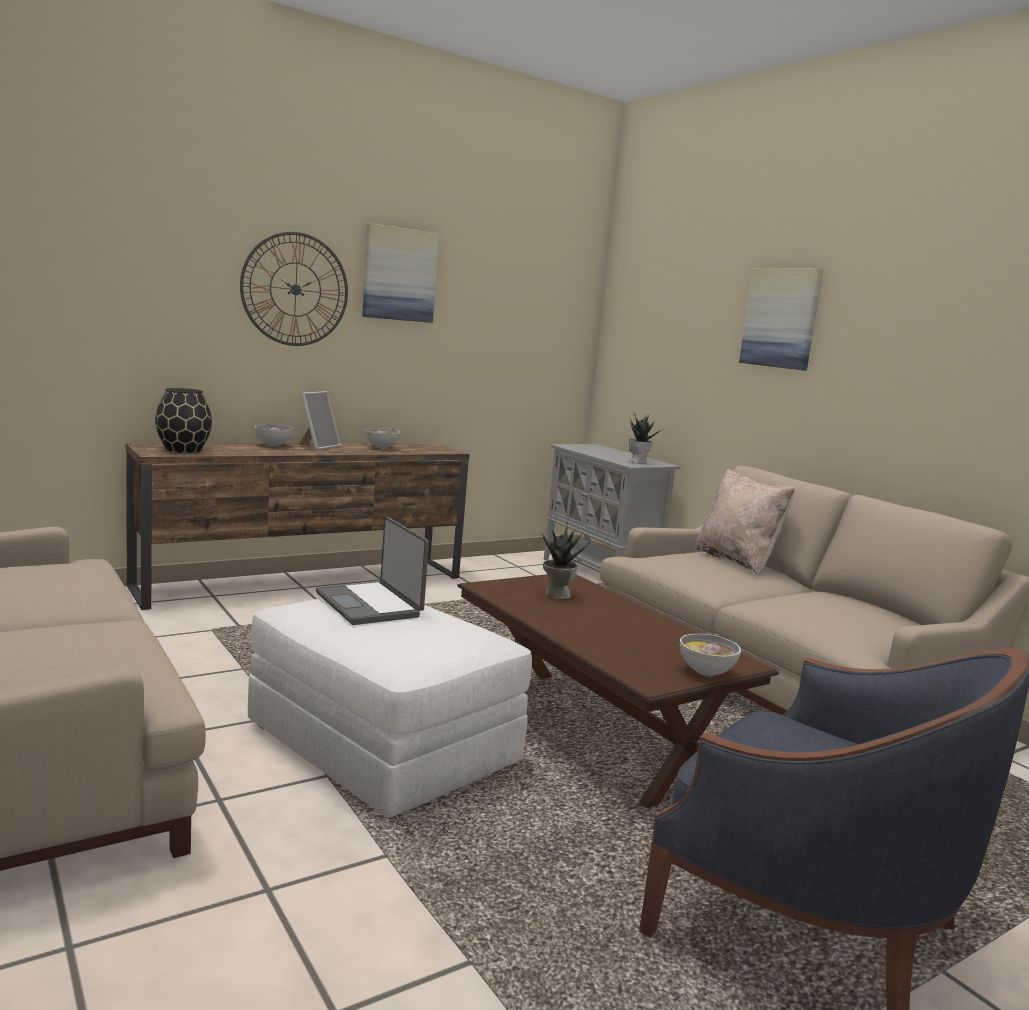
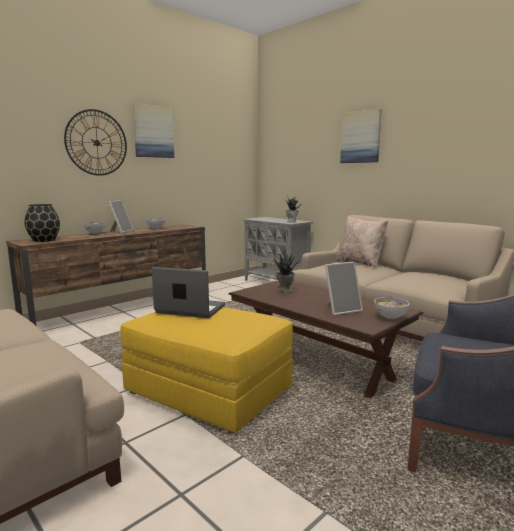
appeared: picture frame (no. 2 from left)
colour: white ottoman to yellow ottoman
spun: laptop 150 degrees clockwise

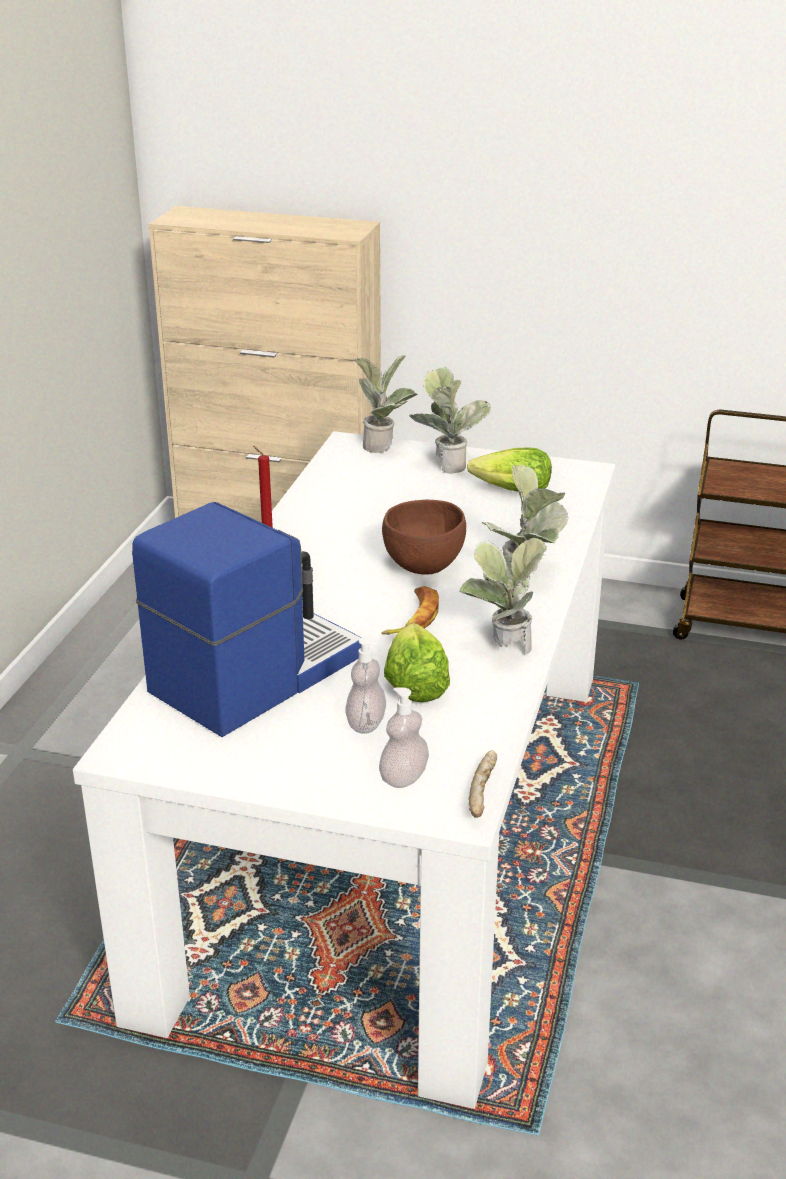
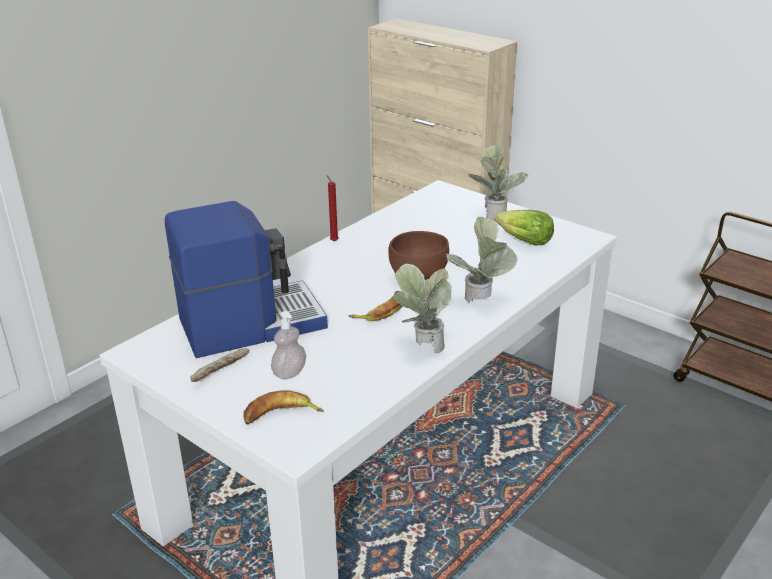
missing: potted plant (no. 1 from left); lettuce (no. 1 from left)
relocated: bread
exchanged: soap dispenser (no. 2 from left) to banana (no. 1 from left)

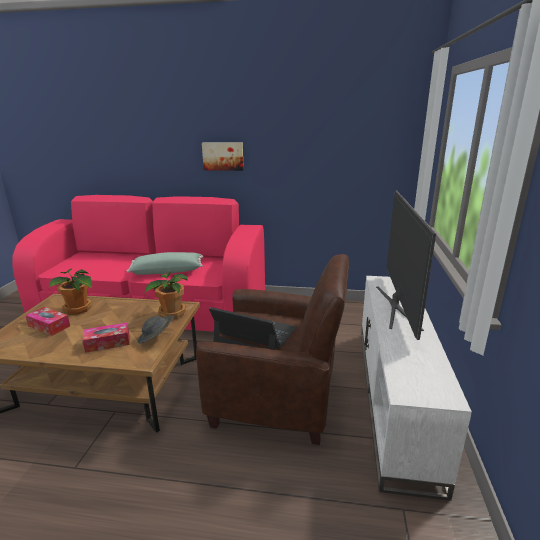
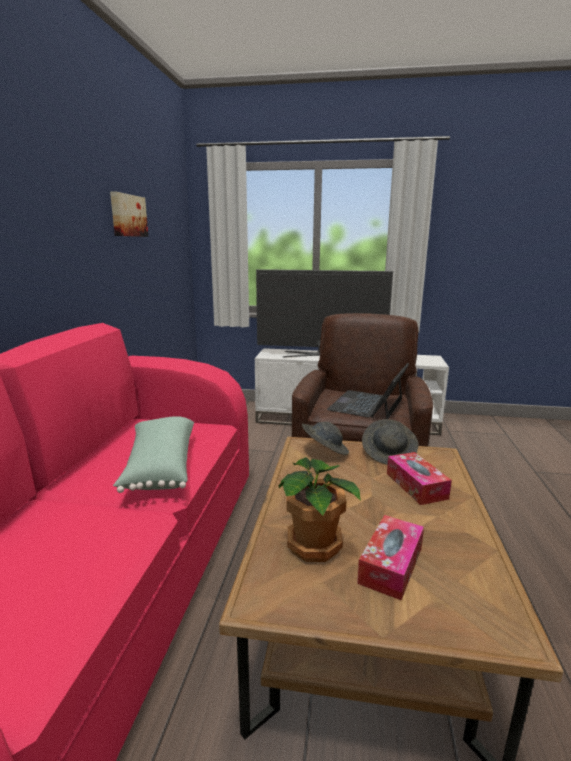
relocated: picture
exchanged: potted plant (no. 2 from left) to grey hat (no. 1 from left)

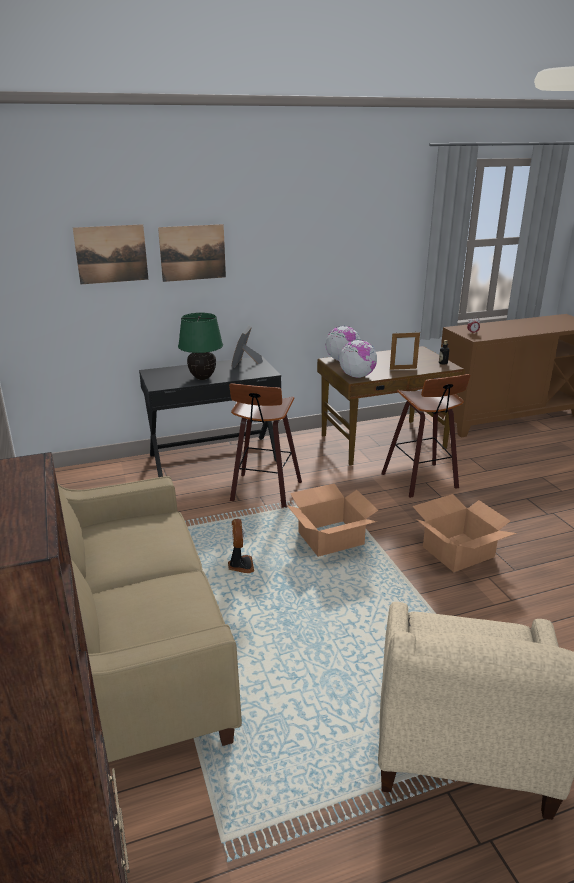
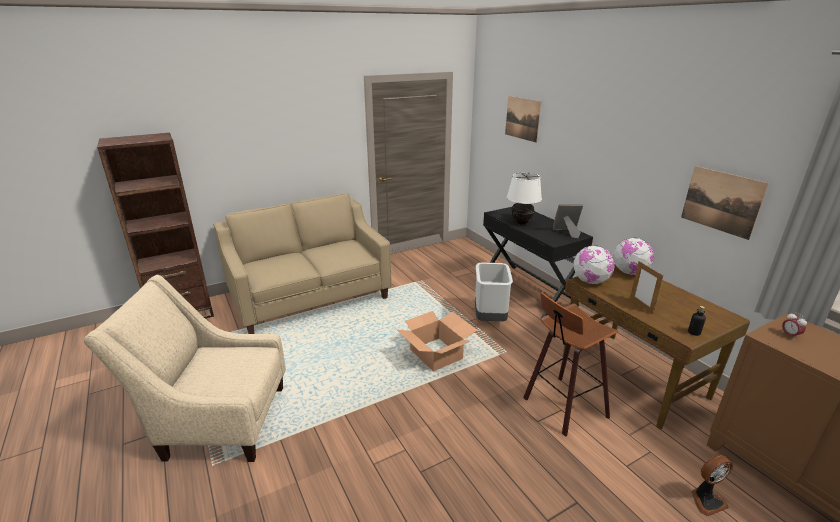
missing: cardboard box (no. 2 from left)
relocated: picture (no. 2 from left); fan
exchanged: stool (no. 1 from left) to grey trash can
colour: green table lamp to white table lamp

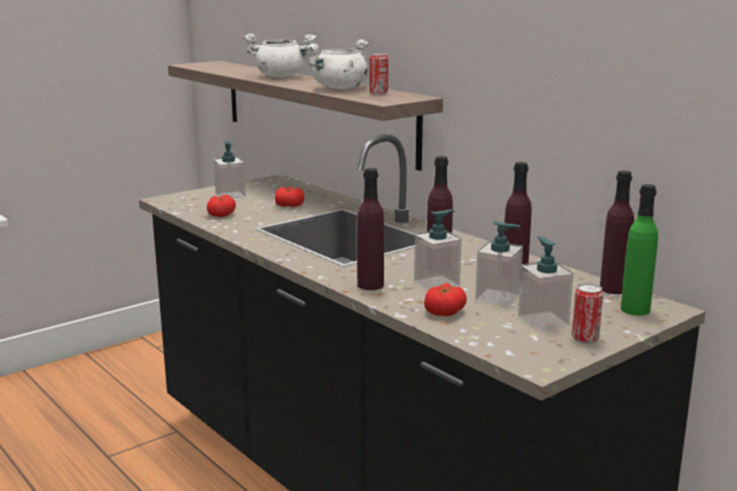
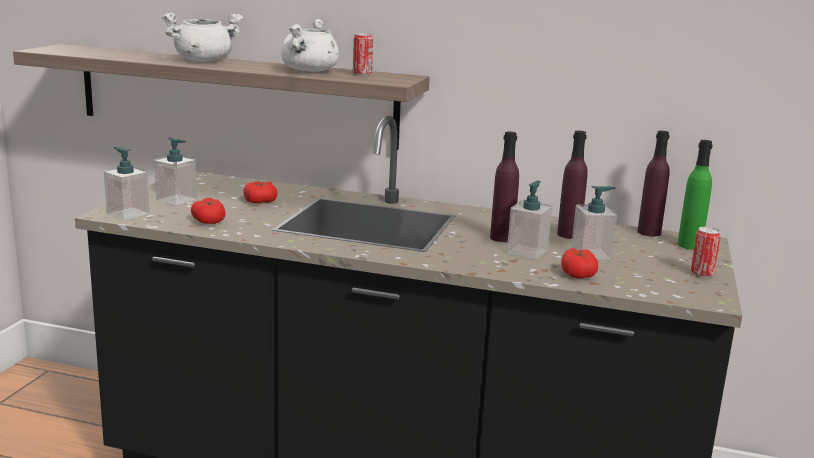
missing: purple bottle (no. 1 from left)
relocated: soap dispenser (no. 4 from left in the first image) to soap dispenser (no. 1 from left)

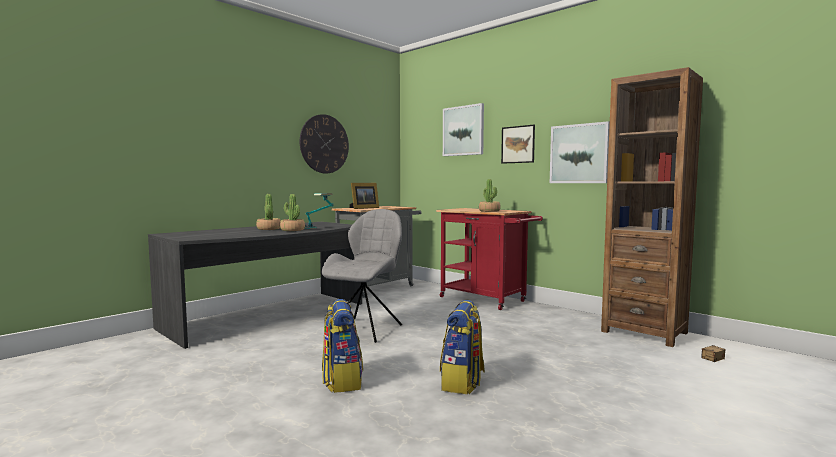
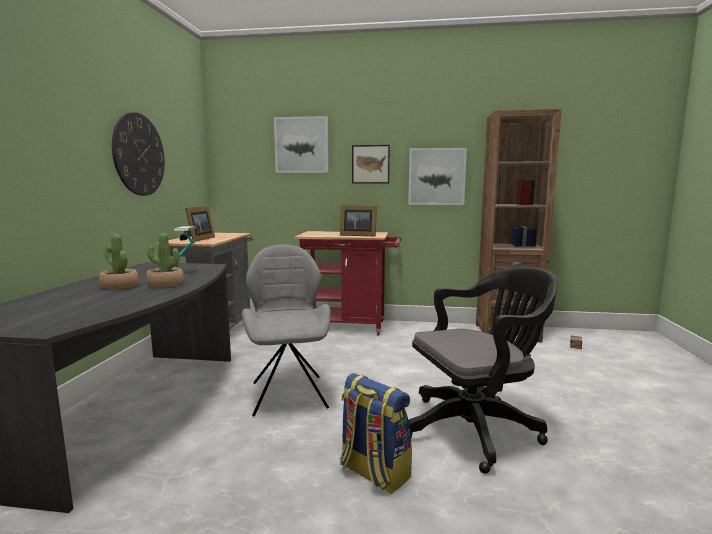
exchanged: backpack (no. 2 from left) to black office chair; potted plant (no. 3 from left) to picture frame (no. 2 from left)

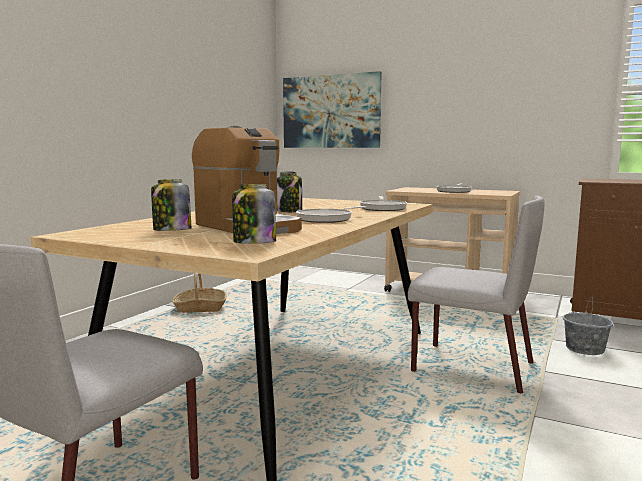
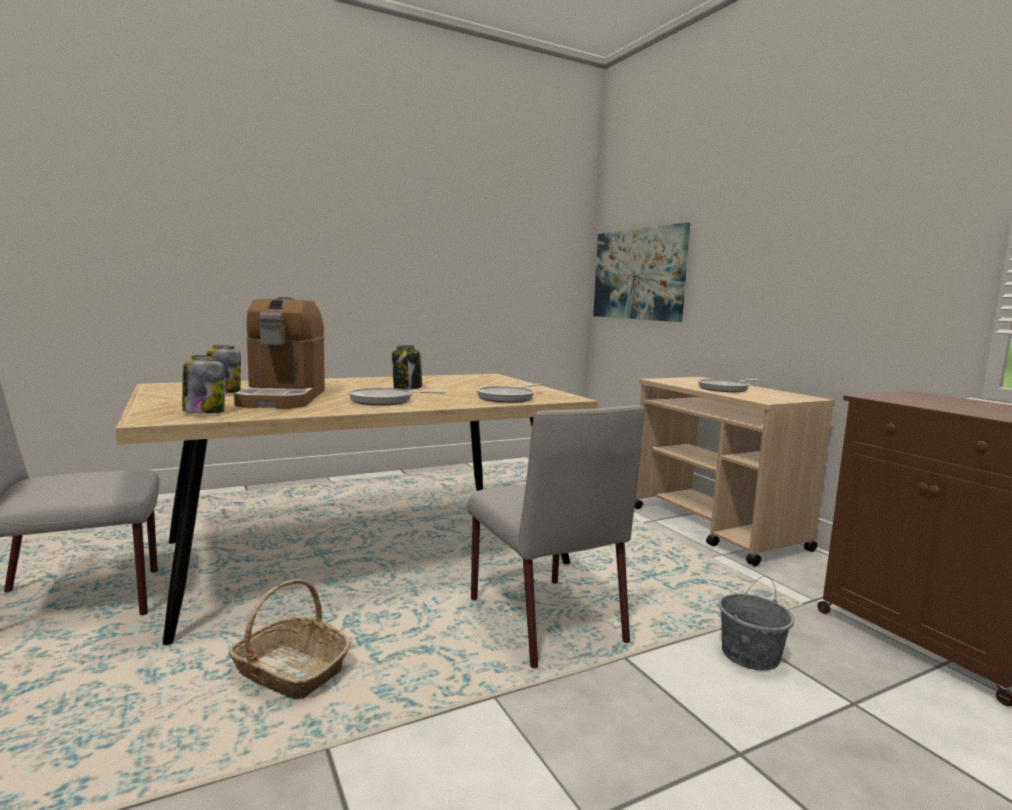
relocated: basket

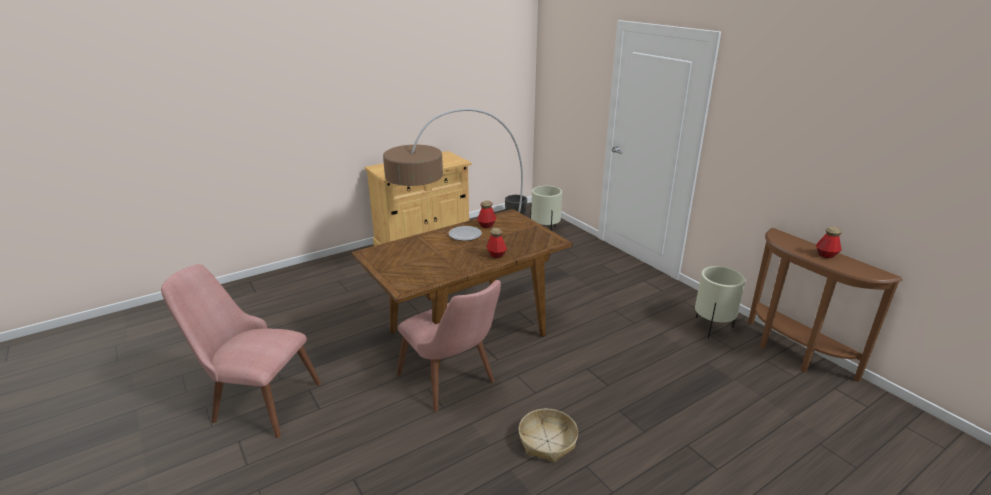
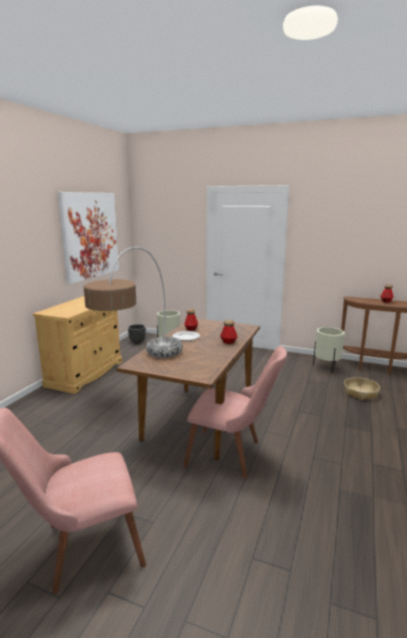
appeared: picture; bowl
relocated: basket

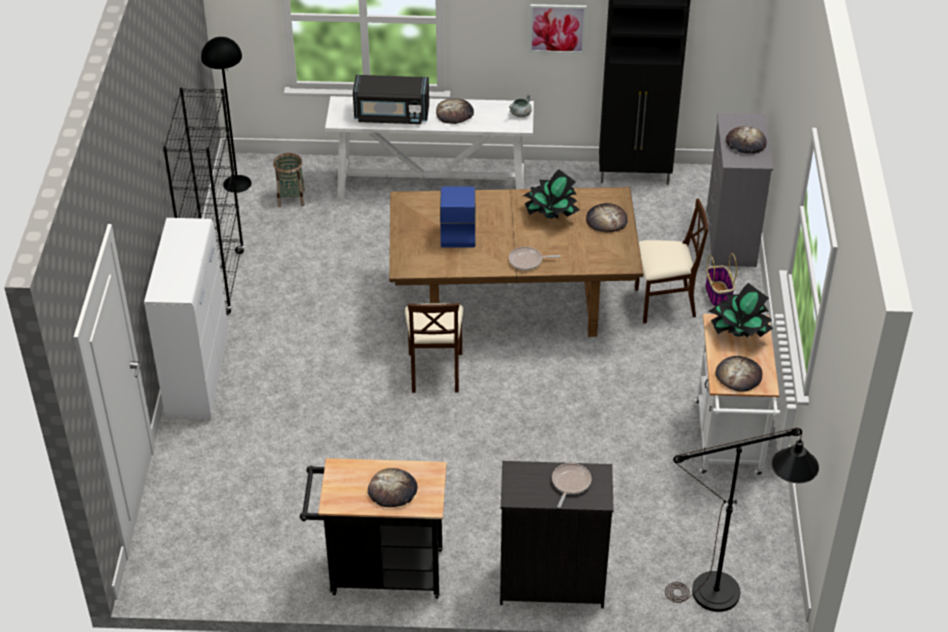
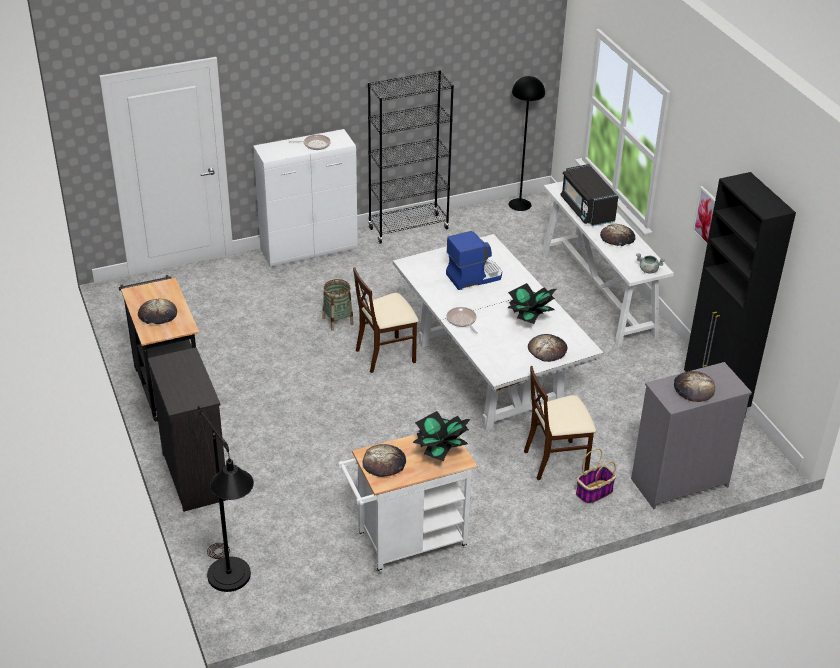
relocated: basket (no. 1 from left); frying pan (no. 2 from left in the first image) to frying pan (no. 1 from left)
colour: brown dining table to white dining table
spun: beige chair (no. 2 from left) 105 degrees clockwise

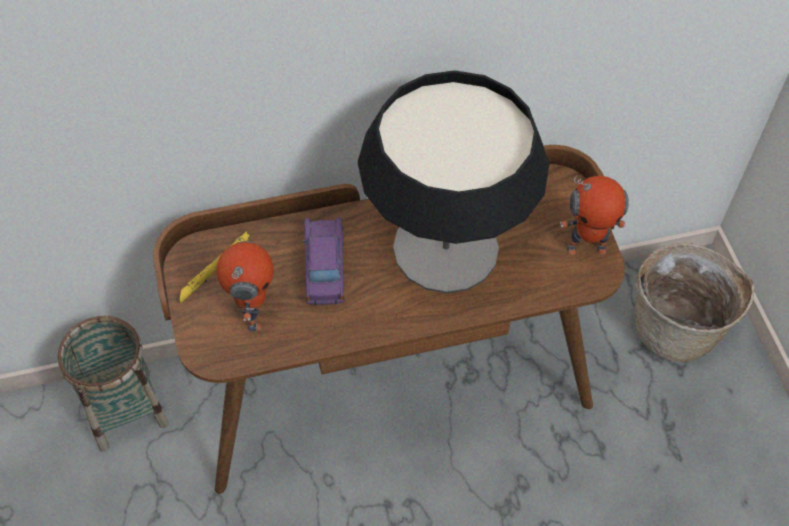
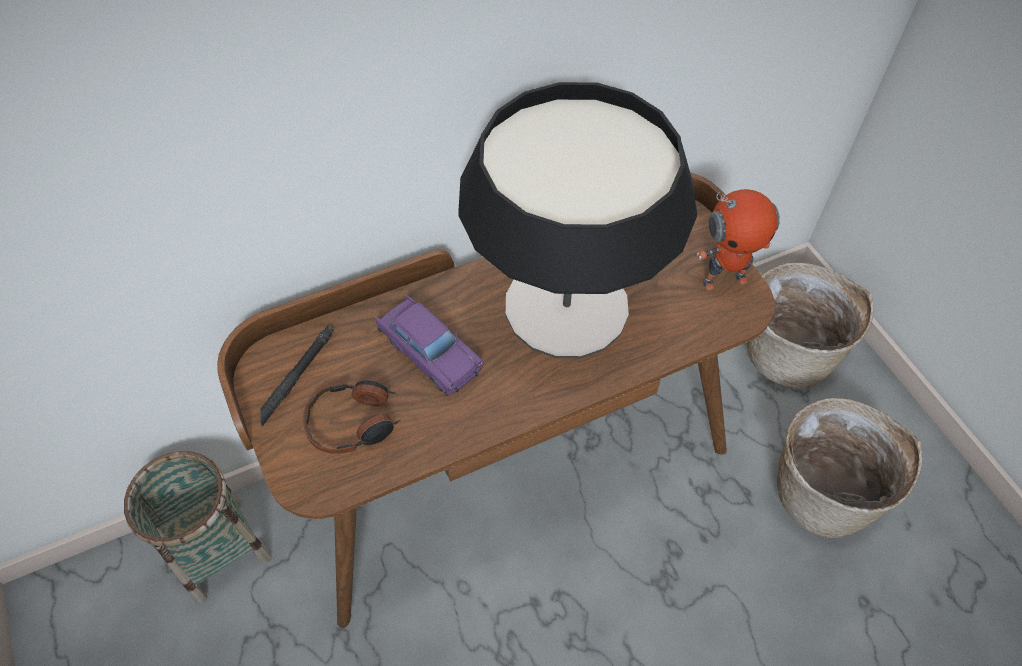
appeared: basket (no. 3 from left)
exchanged: toy robot (no. 1 from left) to headphones
colour: yellow flashlight to black flashlight
spun: purple toy car 150 degrees clockwise

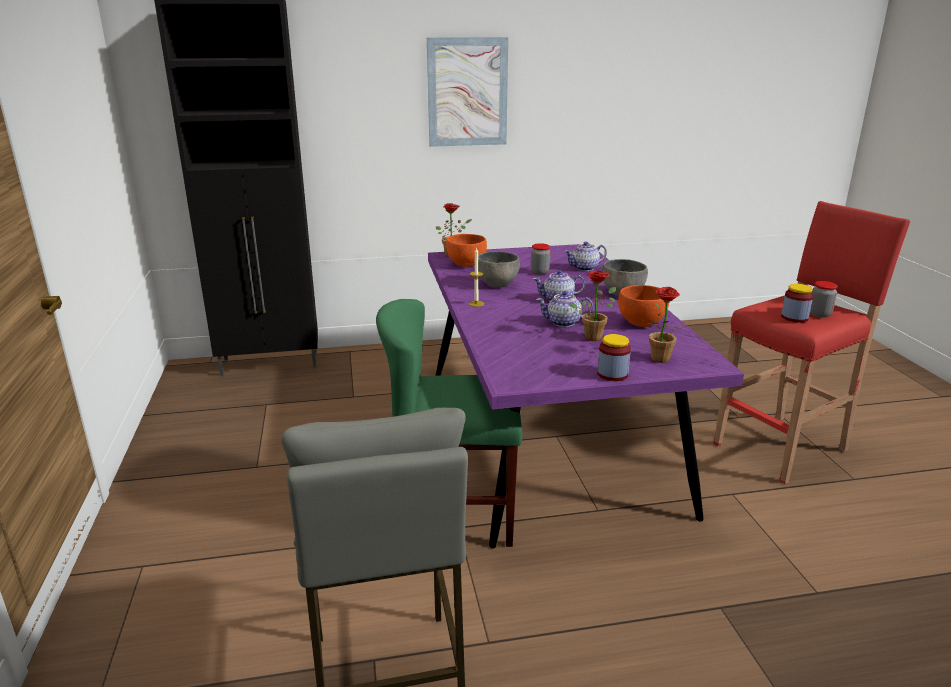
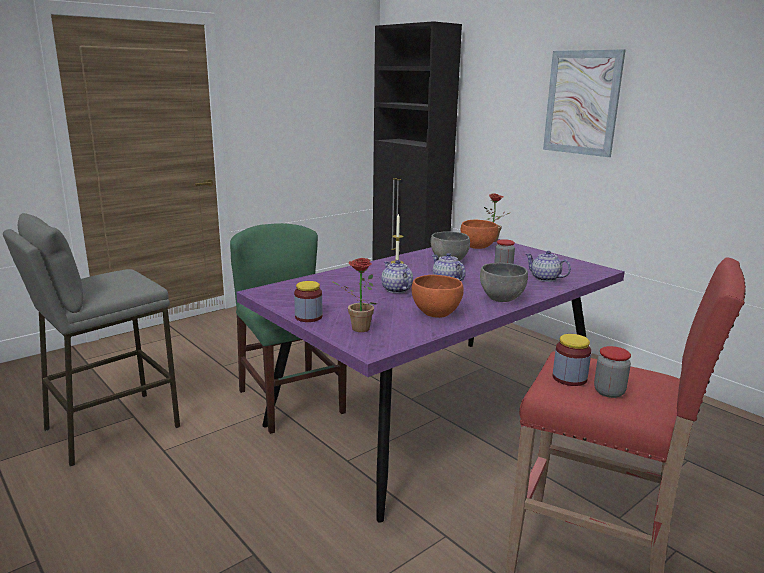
missing: potted plant (no. 2 from left)

